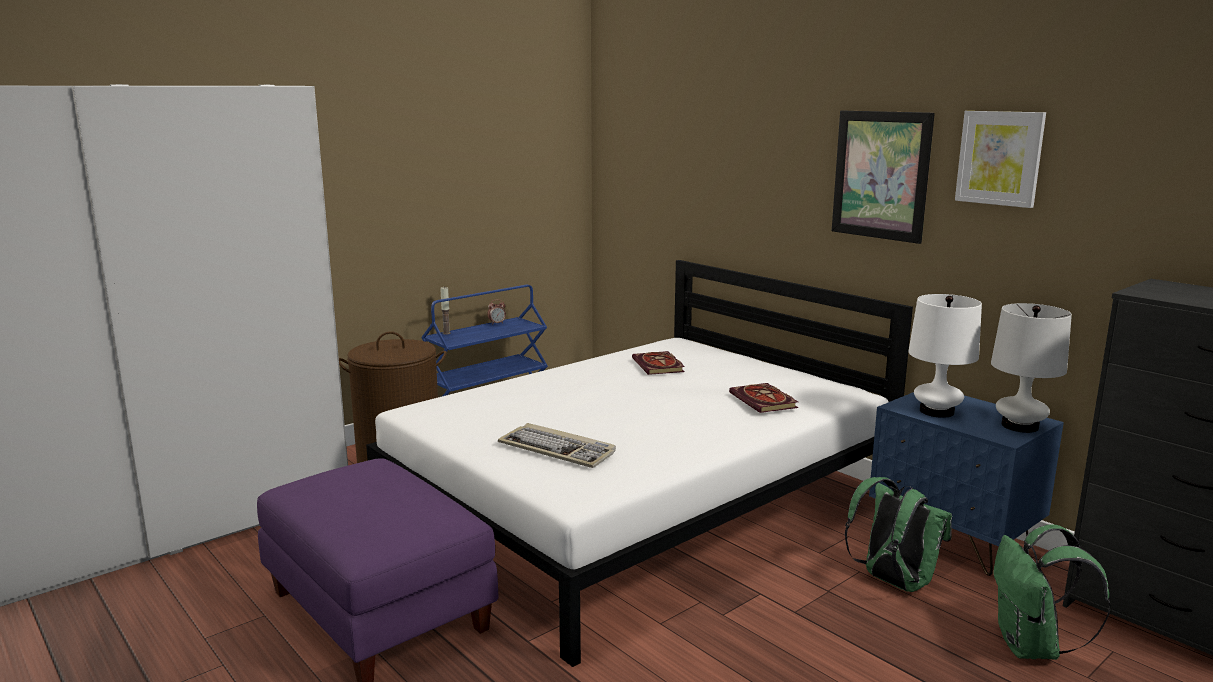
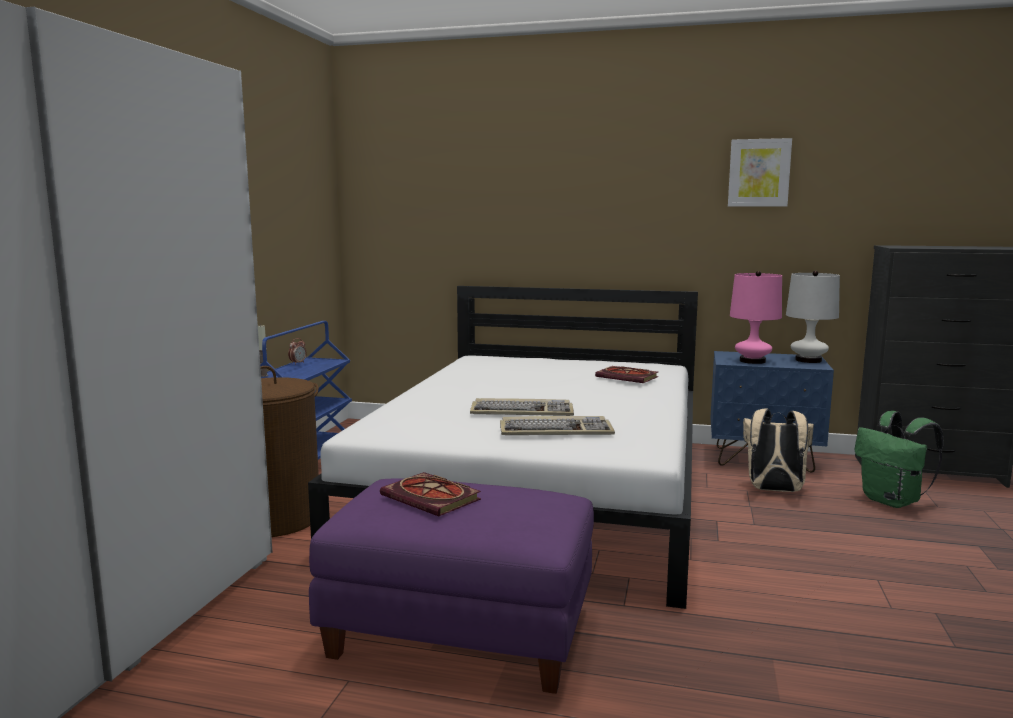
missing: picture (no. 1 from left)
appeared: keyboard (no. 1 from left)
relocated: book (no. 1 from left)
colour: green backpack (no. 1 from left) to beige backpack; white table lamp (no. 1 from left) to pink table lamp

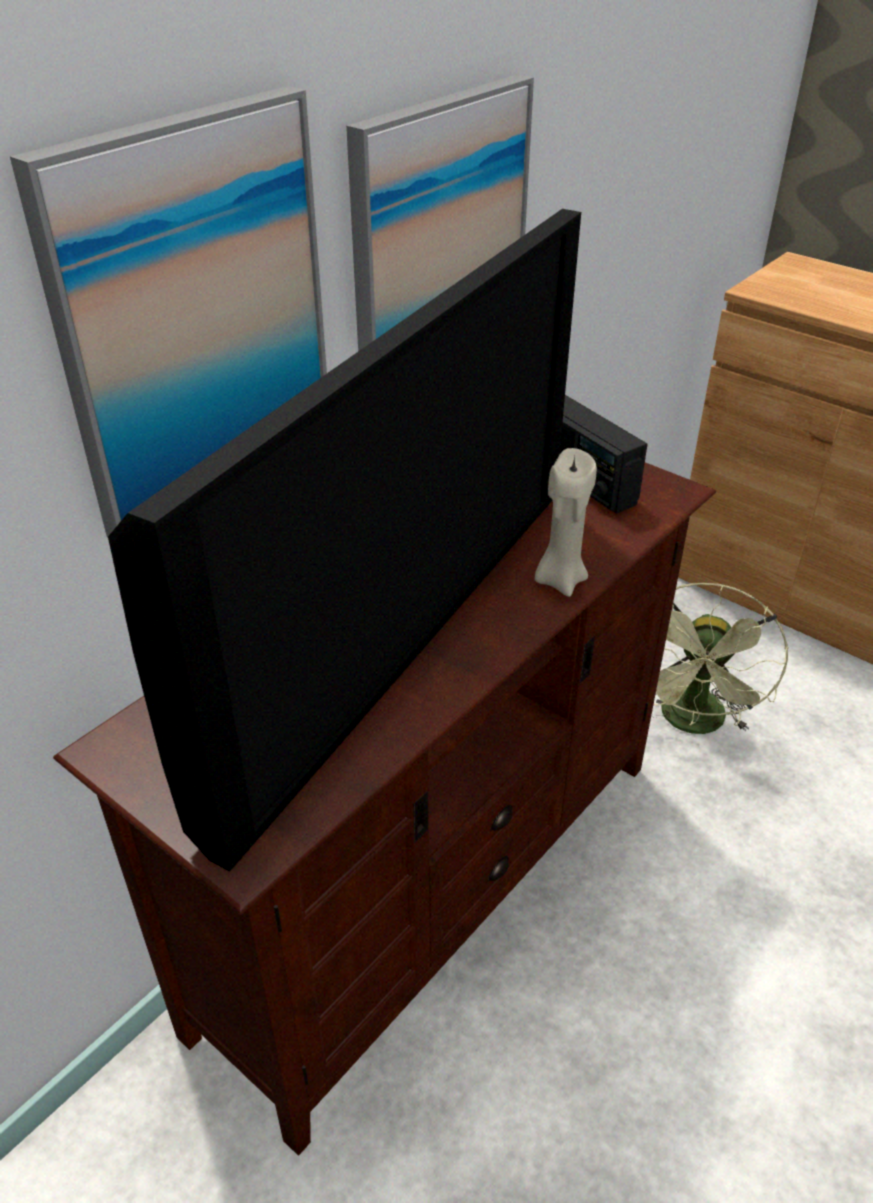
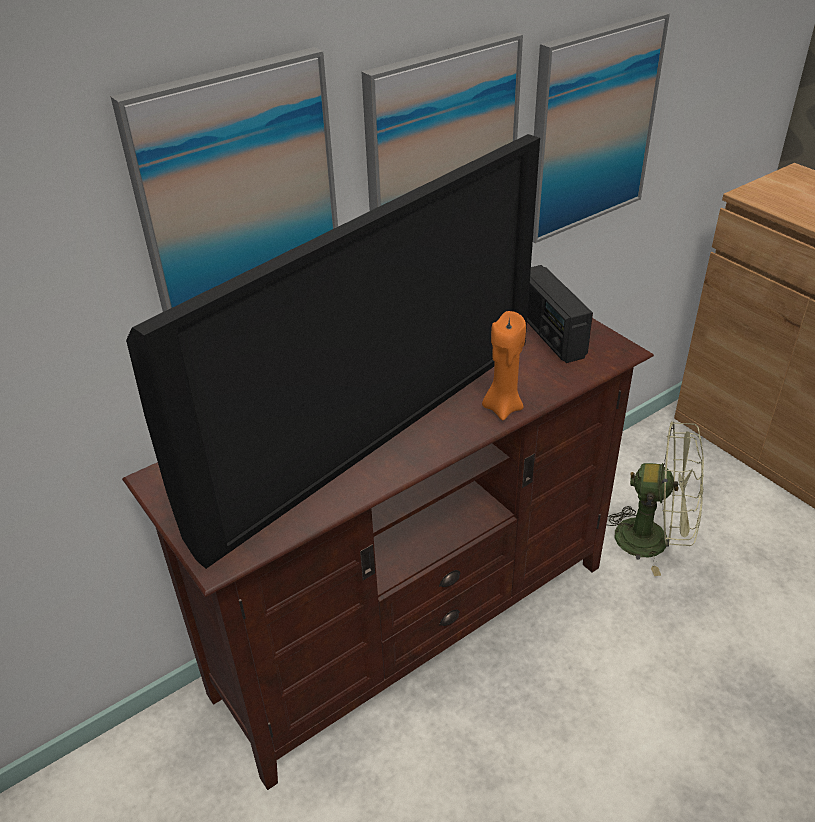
appeared: picture (no. 3 from left)
colour: beige candle to orange candle
spun: green fan 105 degrees counterclockwise

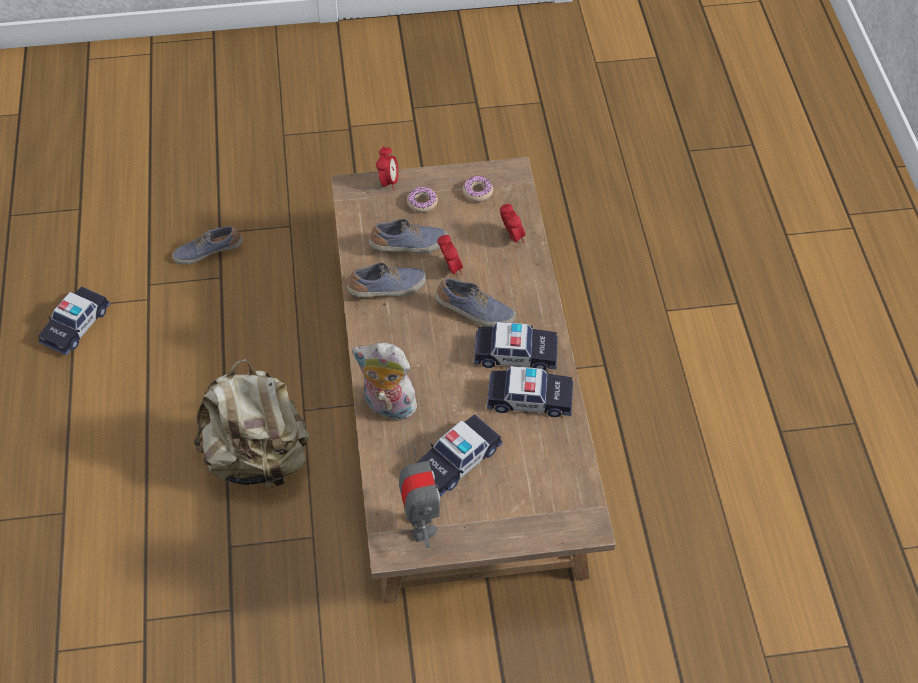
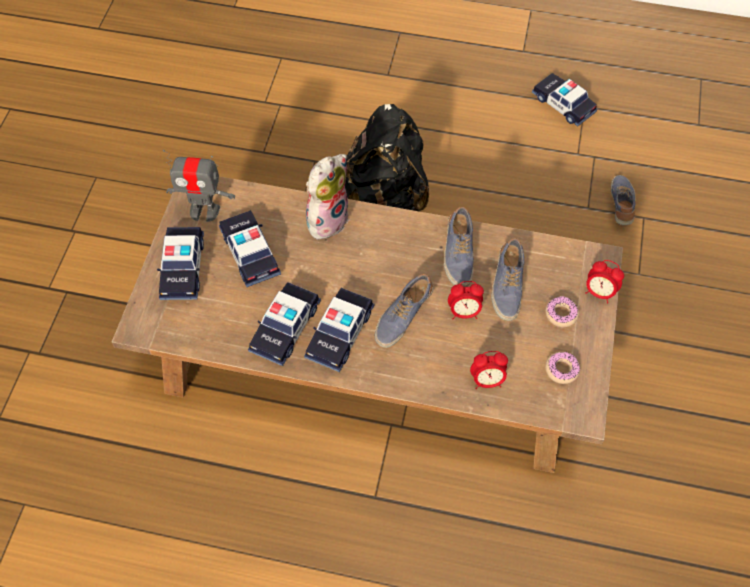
appeared: toy car (no. 1 from left)
colour: beige backpack to black backpack

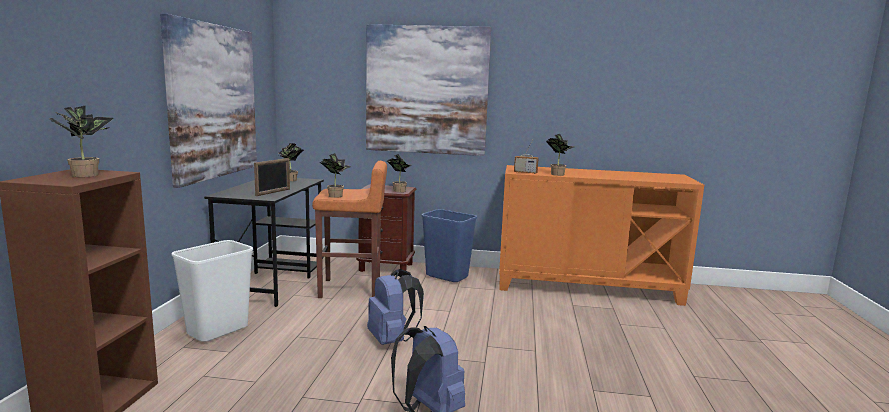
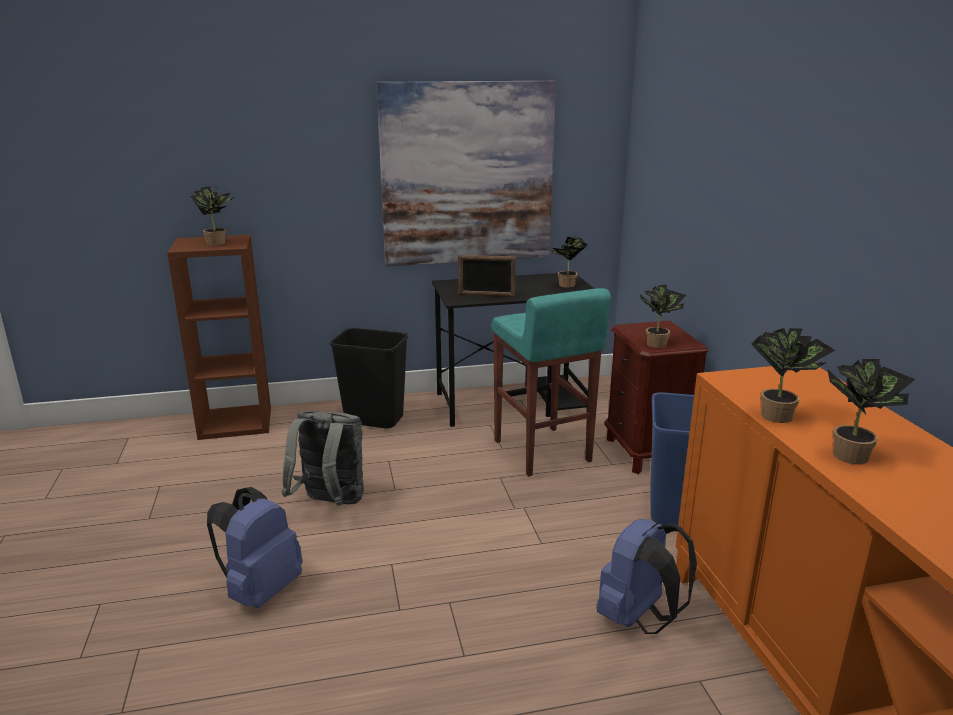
missing: picture (no. 2 from left); radio
appeared: grey backpack
relocated: potted plant (no. 3 from left in the first image) to potted plant (no. 5 from left); blue backpack (no. 1 from left in the first image) to blue backpack (no. 2 from left)
colour: white trash can to black trash can; orange stool to turquoise stool

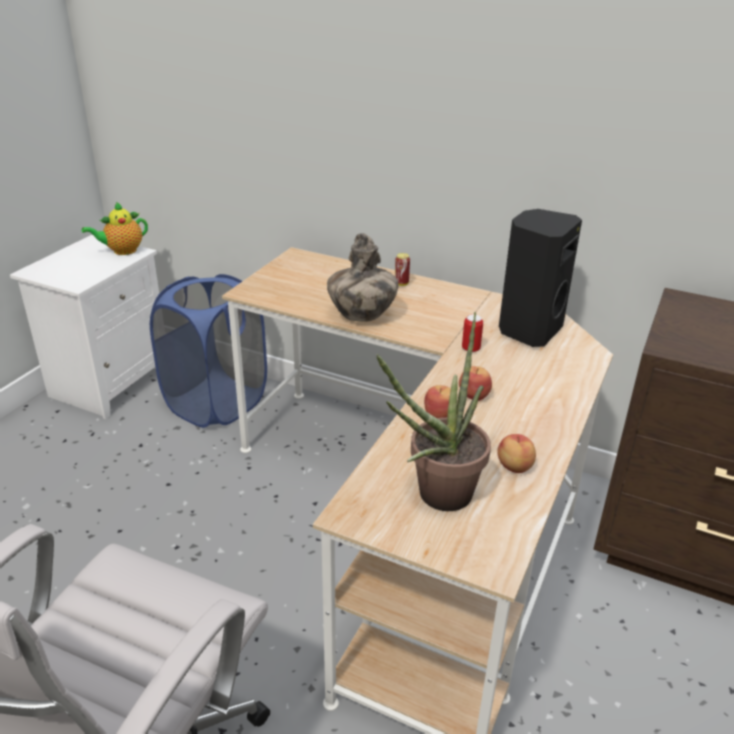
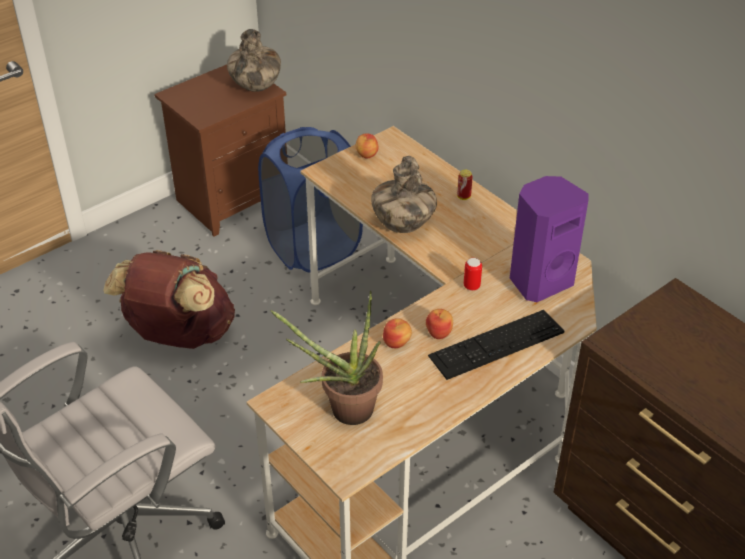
appeared: brown backpack; keyboard
relocated: apple (no. 3 from left in the first image) to apple (no. 1 from left)
exchanged: teapot to vase (no. 1 from left)
colour: white nightstand to brown nightstand; black speaker to purple speaker

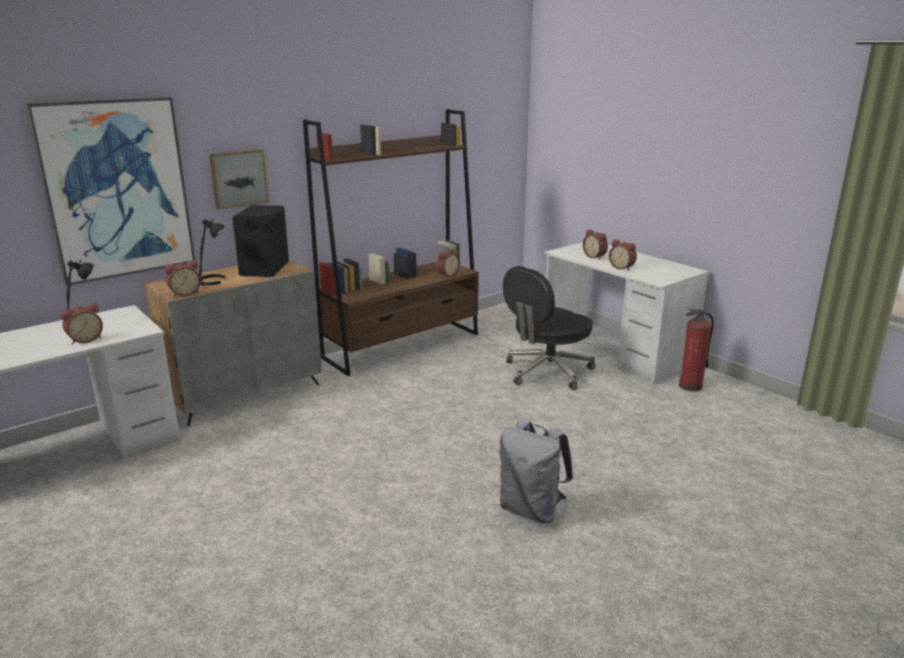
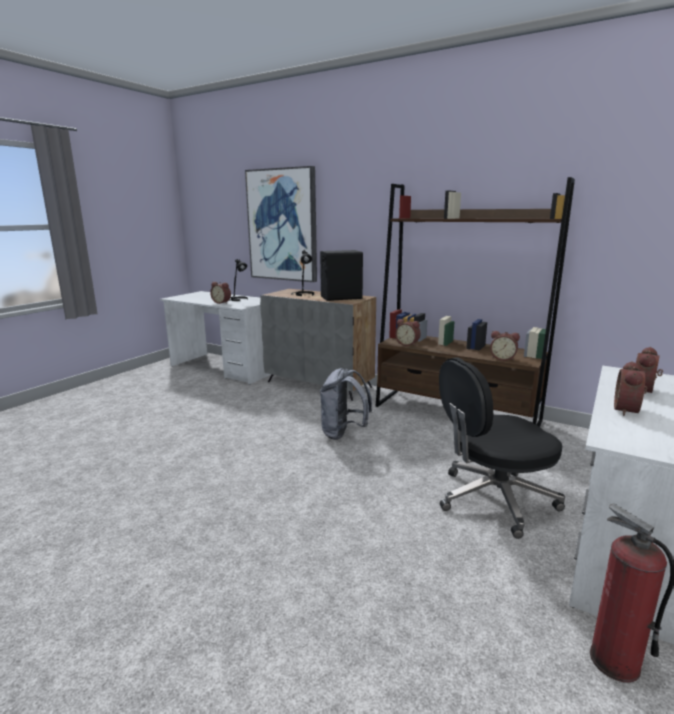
missing: picture (no. 2 from left)
relocated: alarm clock (no. 2 from left); grey backpack
spun: black office chair 45 degrees counterclockwise

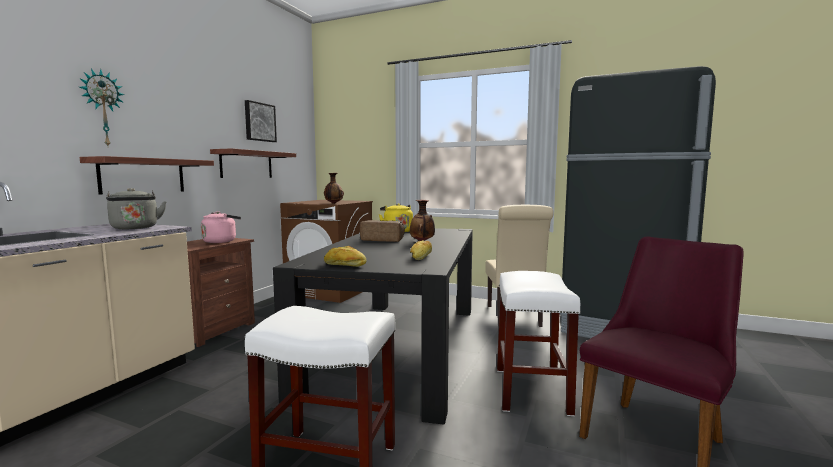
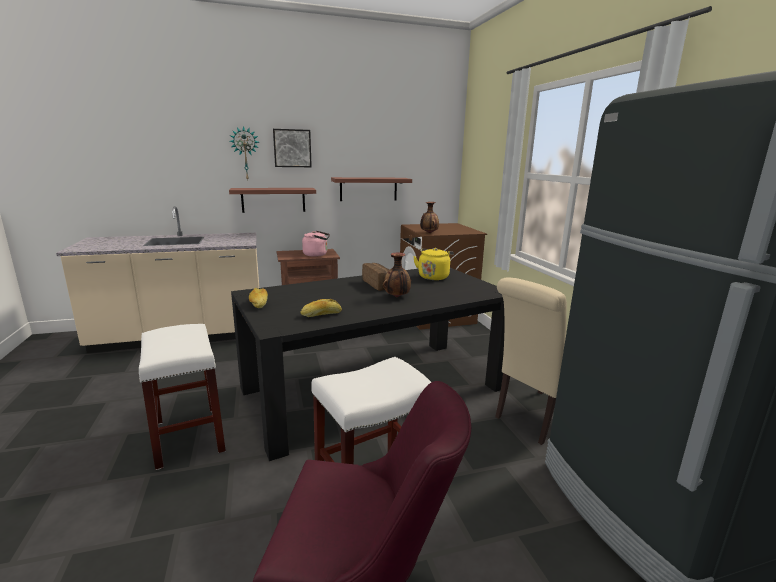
missing: grey kettle
relocated: picture

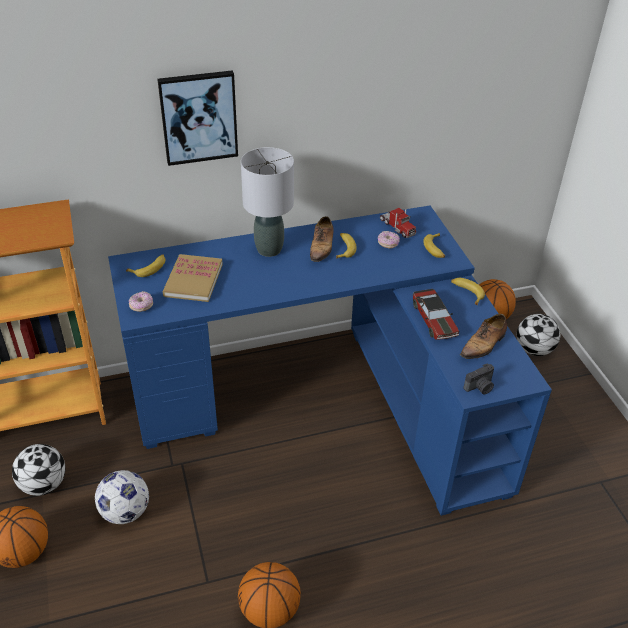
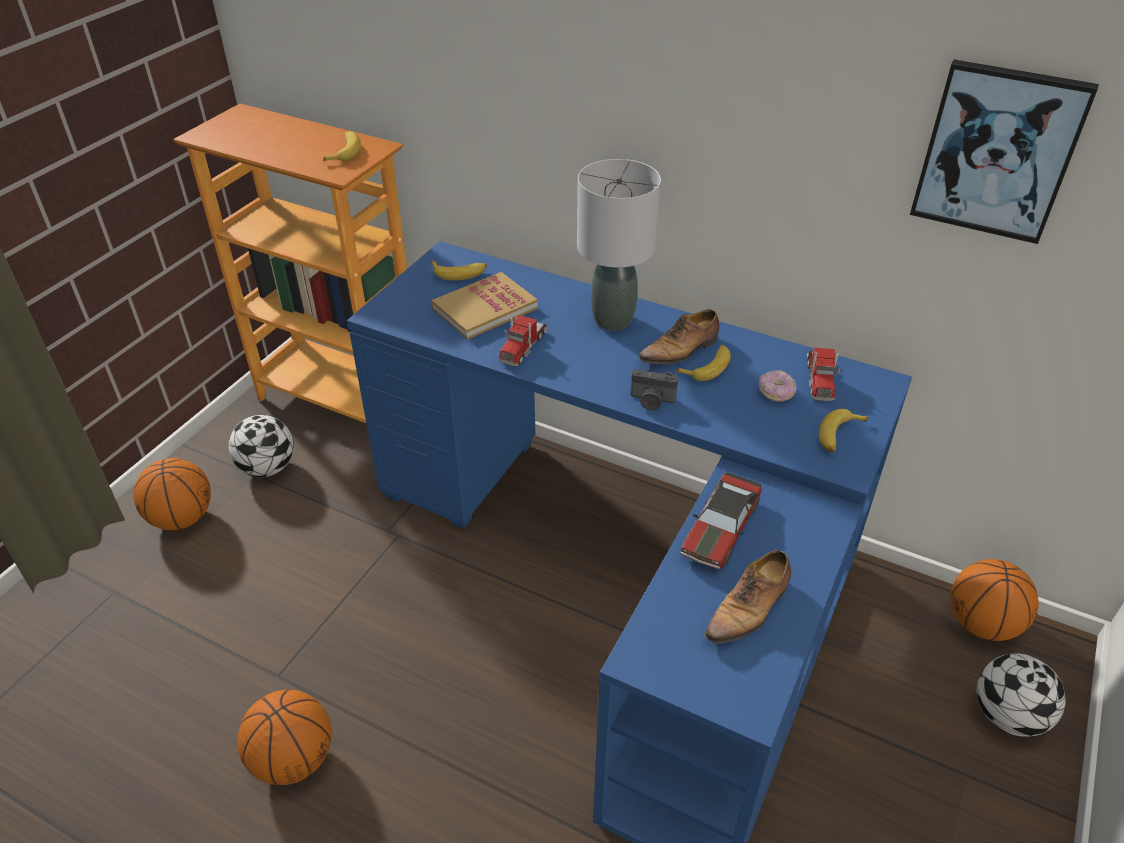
missing: football (no. 2 from left); donut (no. 1 from left)
appeared: toy truck (no. 1 from left)
relocated: picture; banana (no. 4 from left in the first image) to banana (no. 1 from left); photo camera
spun: shoe (no. 2 from left) 45 degrees counterclockwise

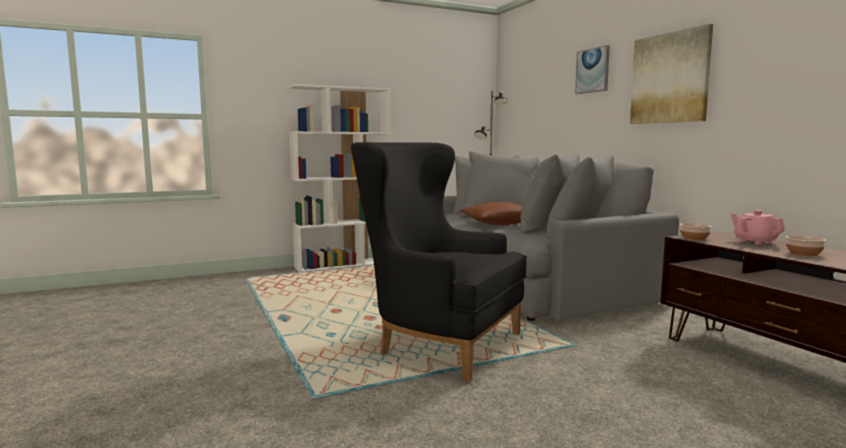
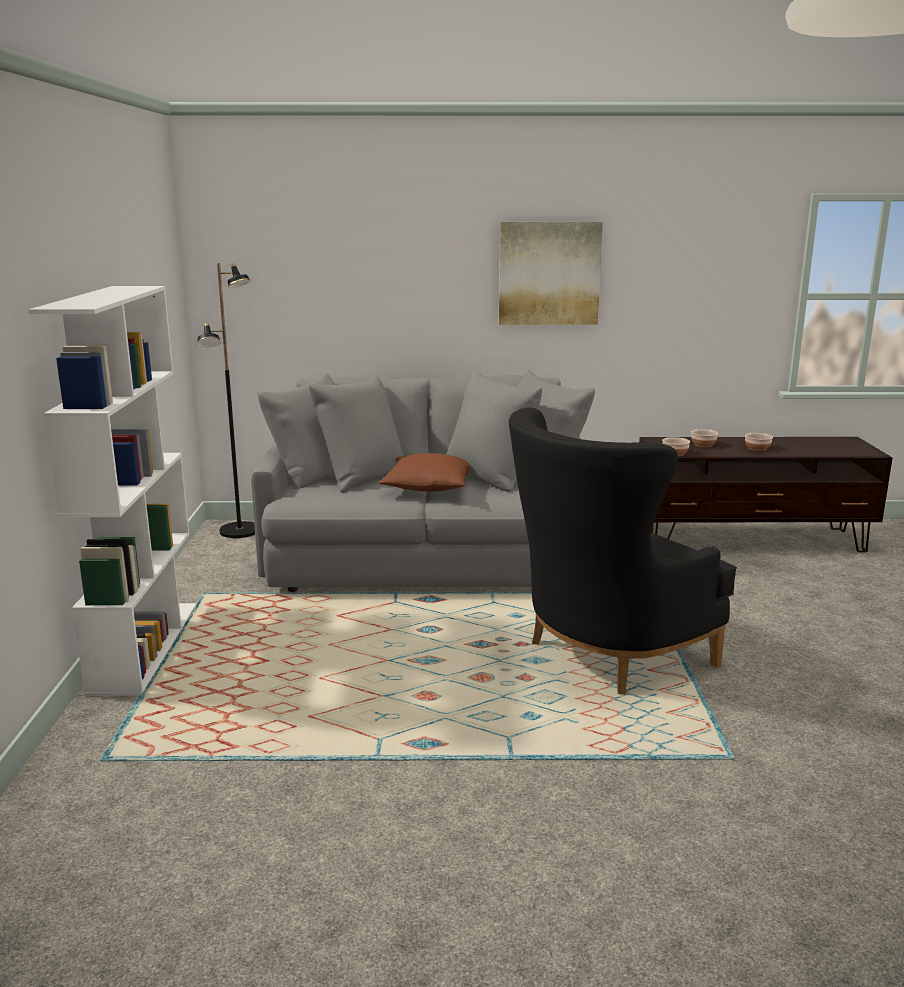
missing: picture (no. 1 from left)
exchanged: pink teapot to bowl (no. 2 from left)

